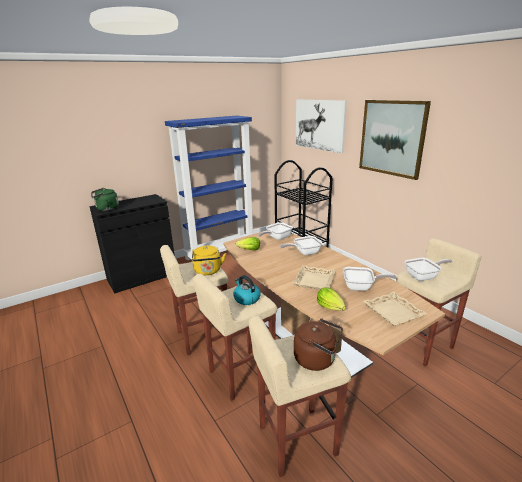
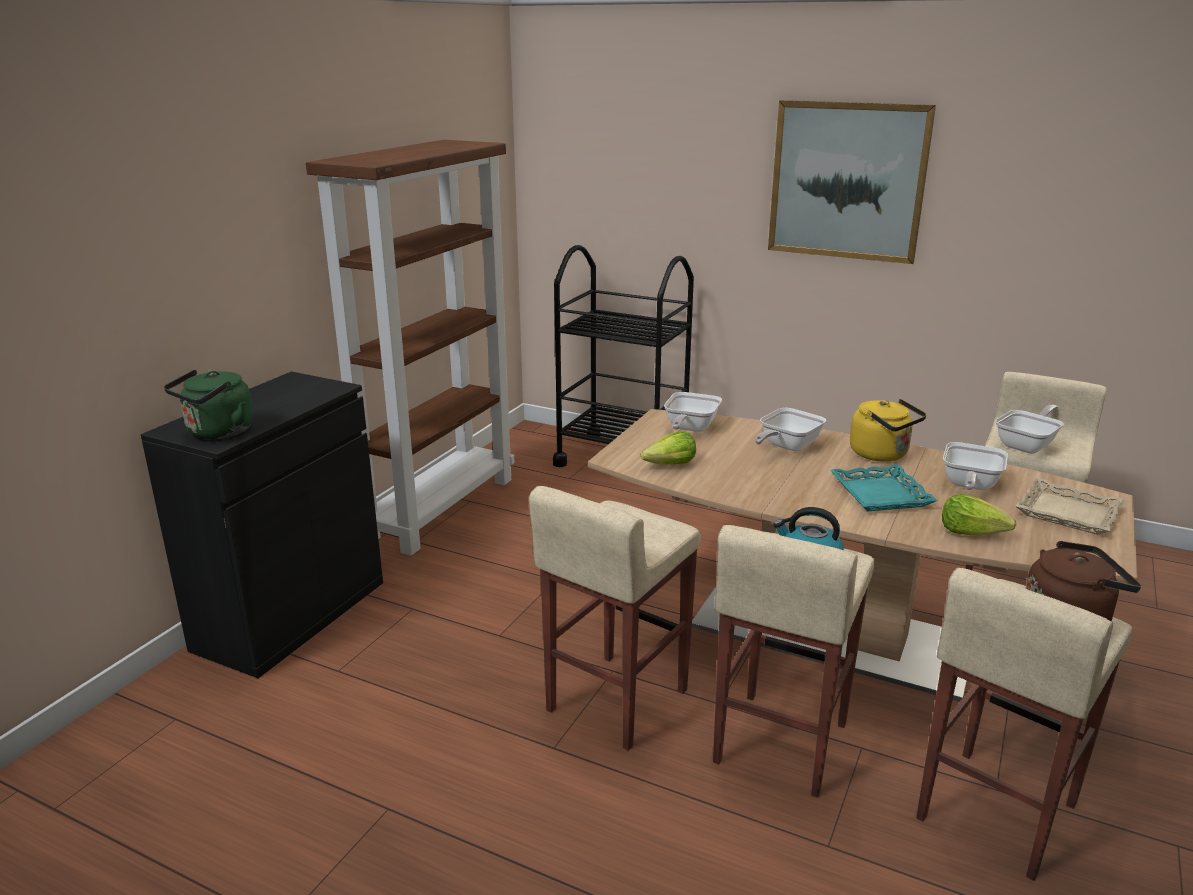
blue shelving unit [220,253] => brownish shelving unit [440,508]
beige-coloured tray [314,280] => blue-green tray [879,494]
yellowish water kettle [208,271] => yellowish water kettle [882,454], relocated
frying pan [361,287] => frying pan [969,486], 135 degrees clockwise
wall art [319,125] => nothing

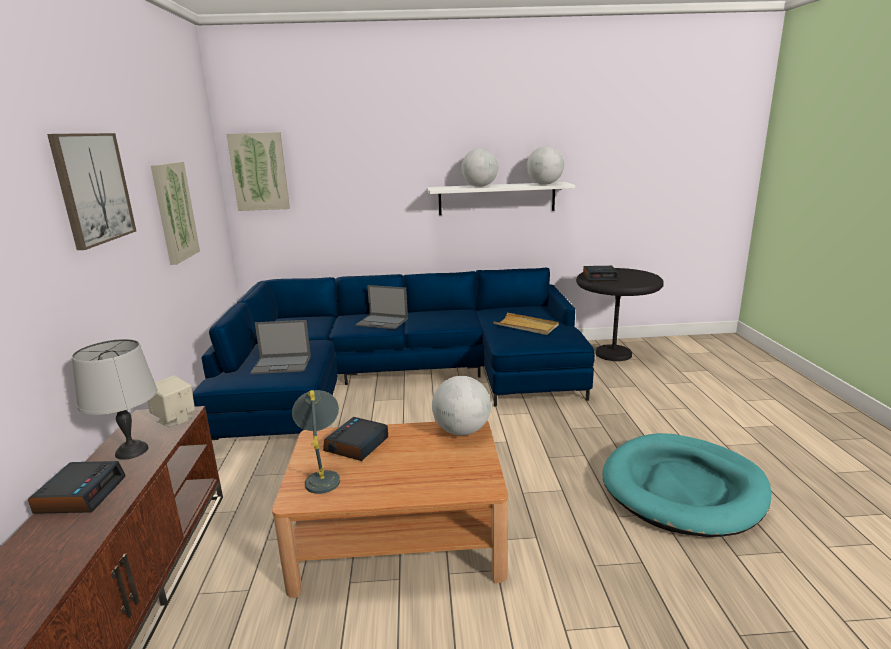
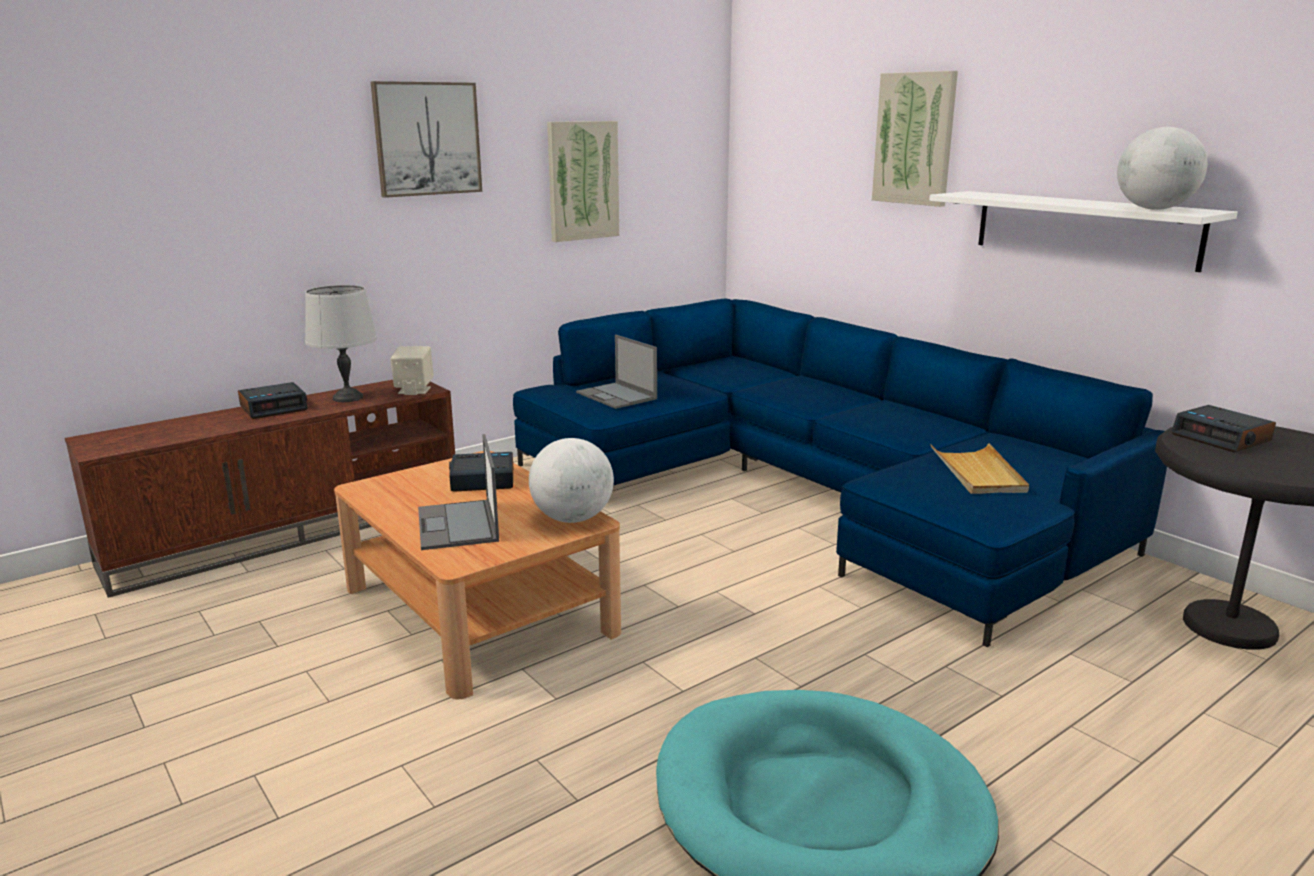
laptop [382,322] => laptop [458,525], relocated
wall art [259,172] => wall art [914,139], relocated
grey table lamp [323,475] => nothing
globe [479,186] => nothing

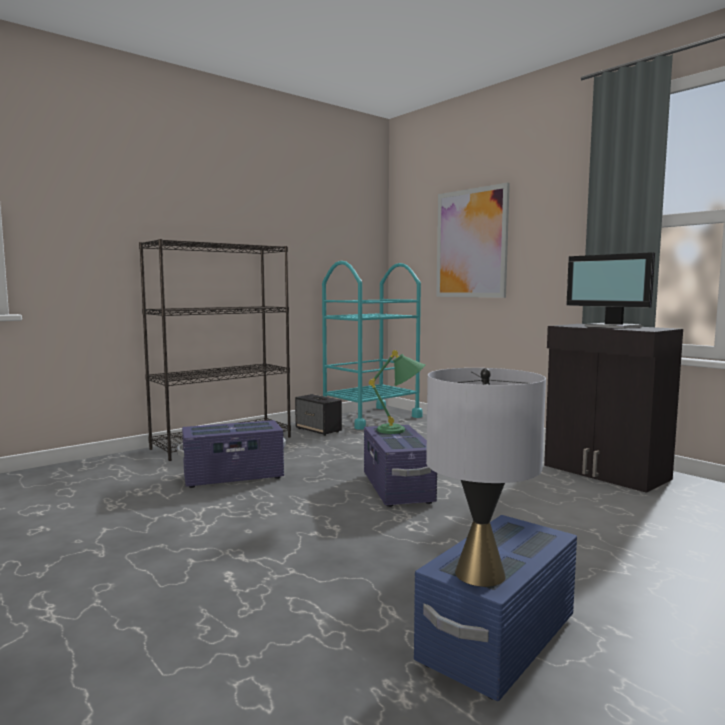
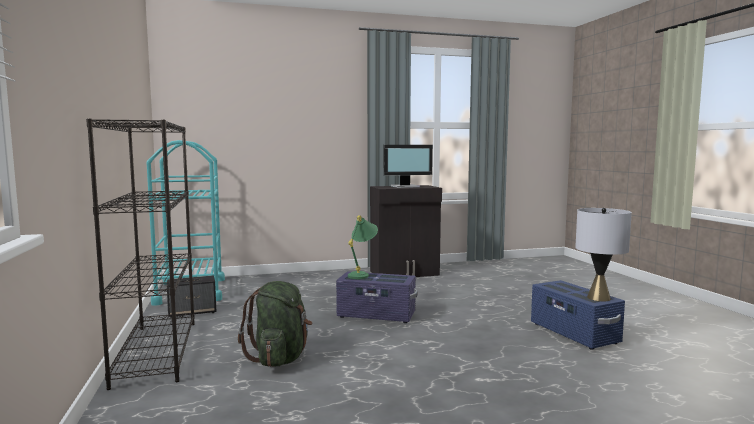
purplish storage container [233,477] => greenish rucksack [280,358]
wall art [471,243] => nothing

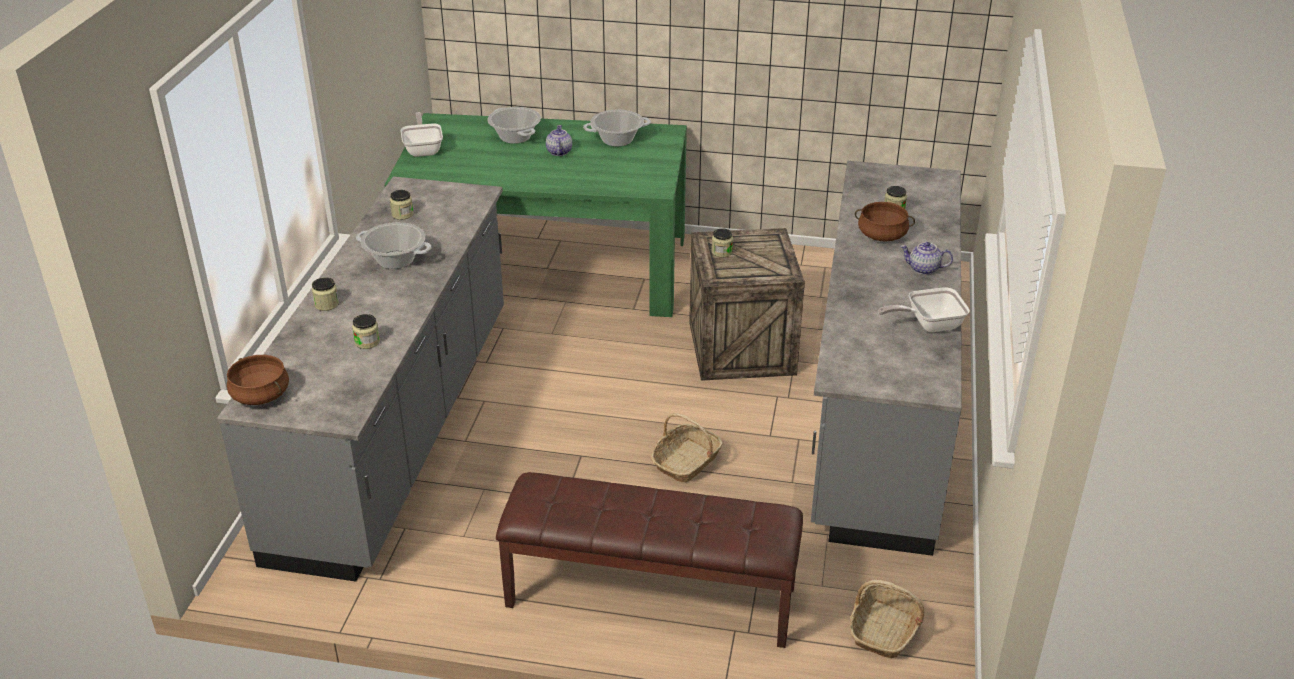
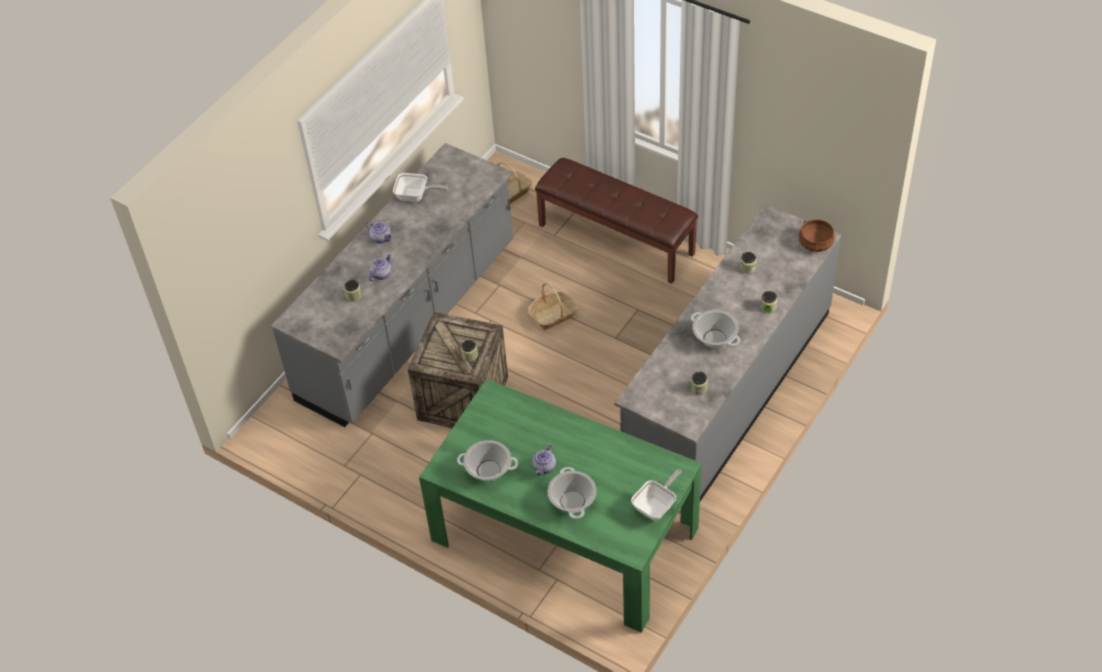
brownish cooking pot [882,235] => tea pot [381,274]
frying pan [423,149] => frying pan [657,506], 150 degrees counterclockwise

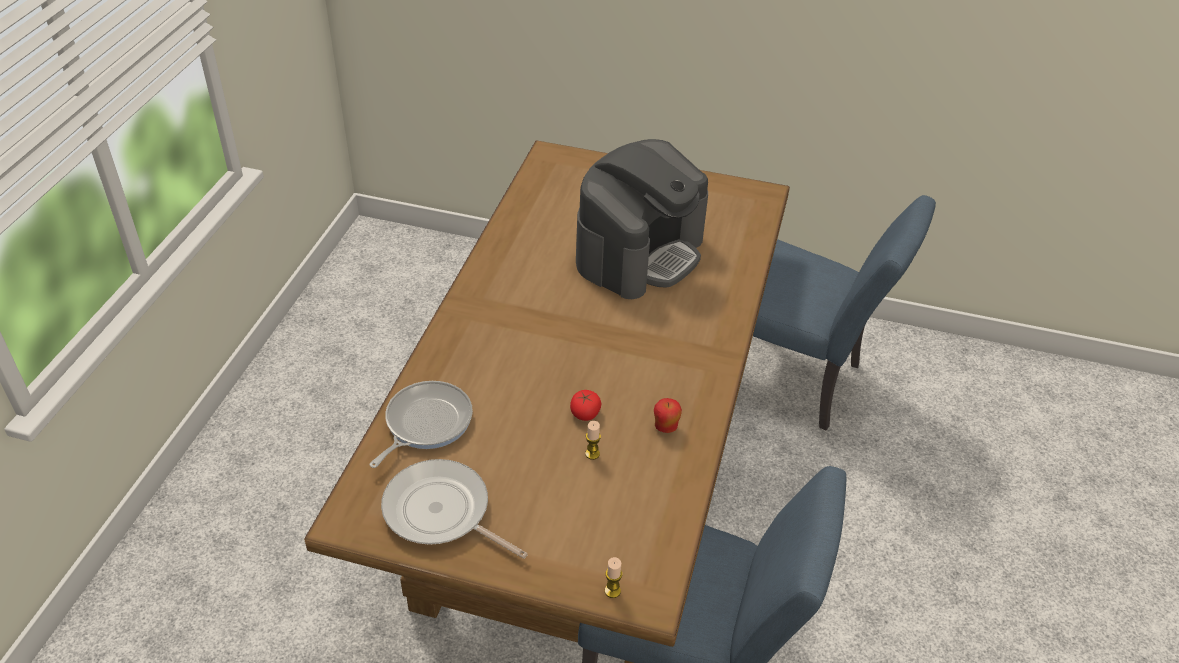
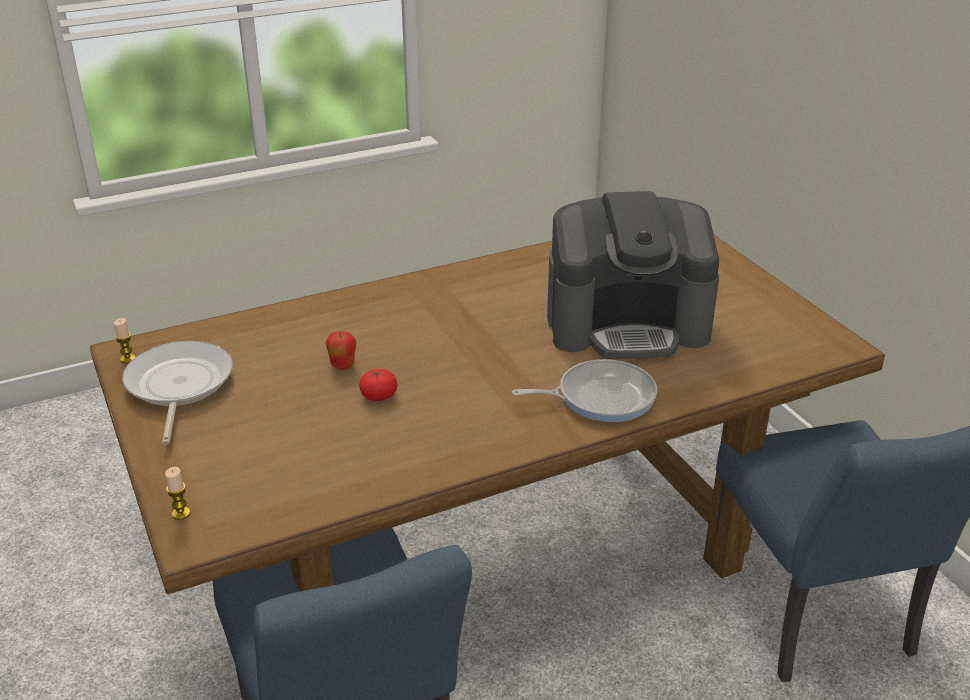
candle [592,454] => candle [128,359], relocated
apple fruit [665,427] => apple fruit [343,366], relocated
frying pan [425,423] => frying pan [600,397], relocated

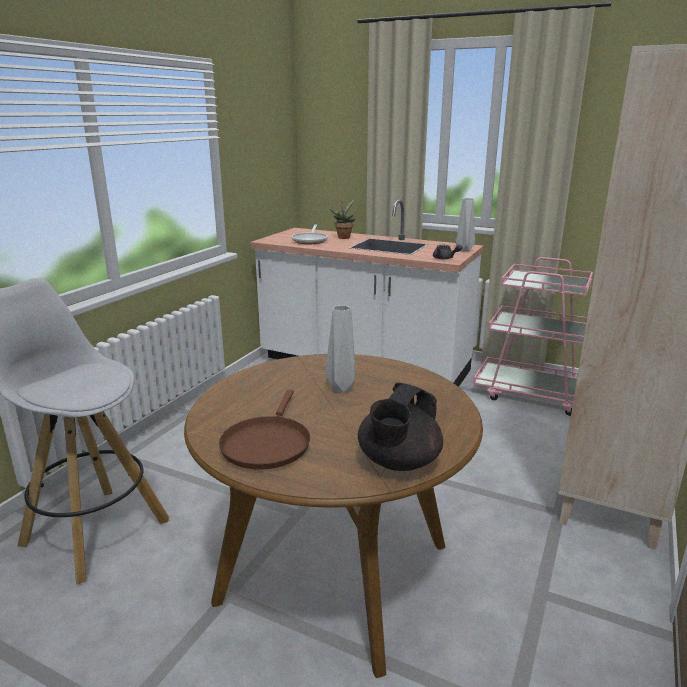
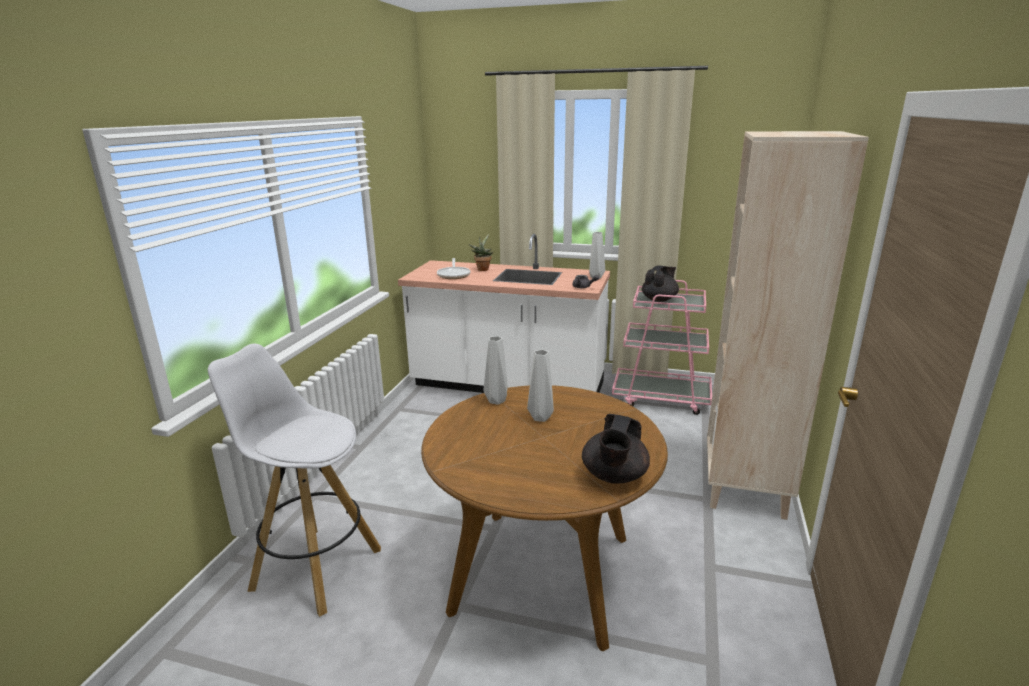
nothing => grey decorative vase [495,401]
nothing => black-coloured tea pot [659,300]
brownish frying pan [266,444] => nothing

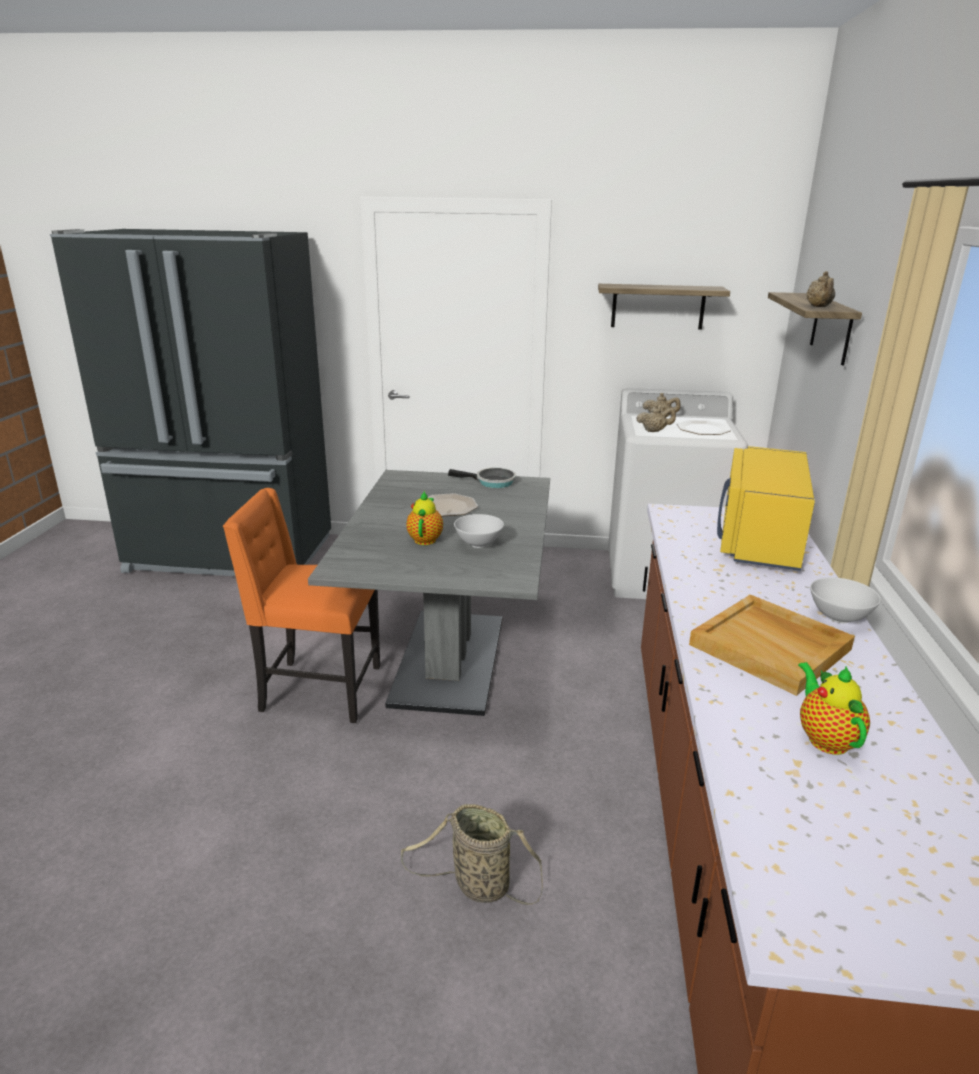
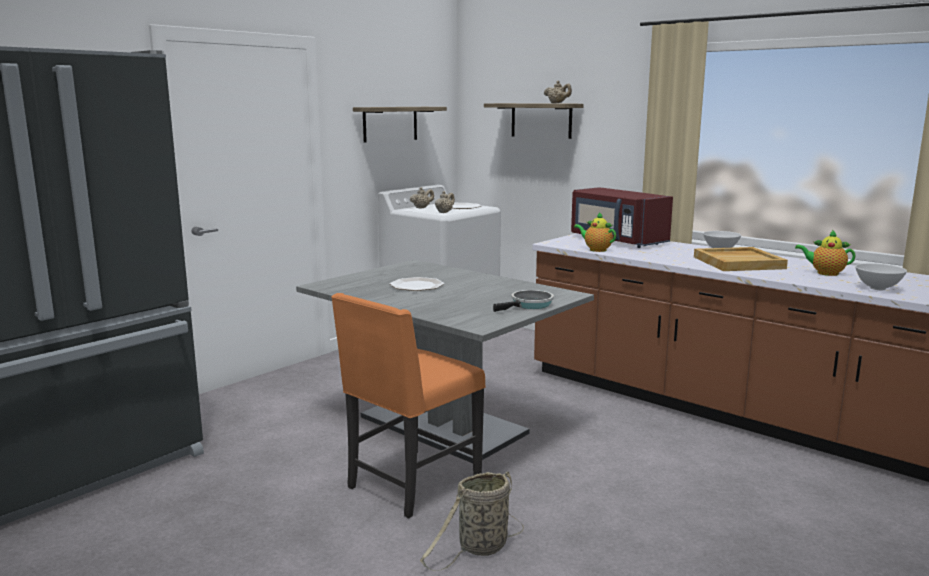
storage basket [477,885] => storage basket [480,548], relocated
frying pan [492,482] => frying pan [529,305], relocated
yellowish microwave oven [758,539] => red-coloured microwave oven [616,240]
tea pot [425,539] => tea pot [596,250], relocated
whitish bowl [478,545] => whitish bowl [878,288], relocated

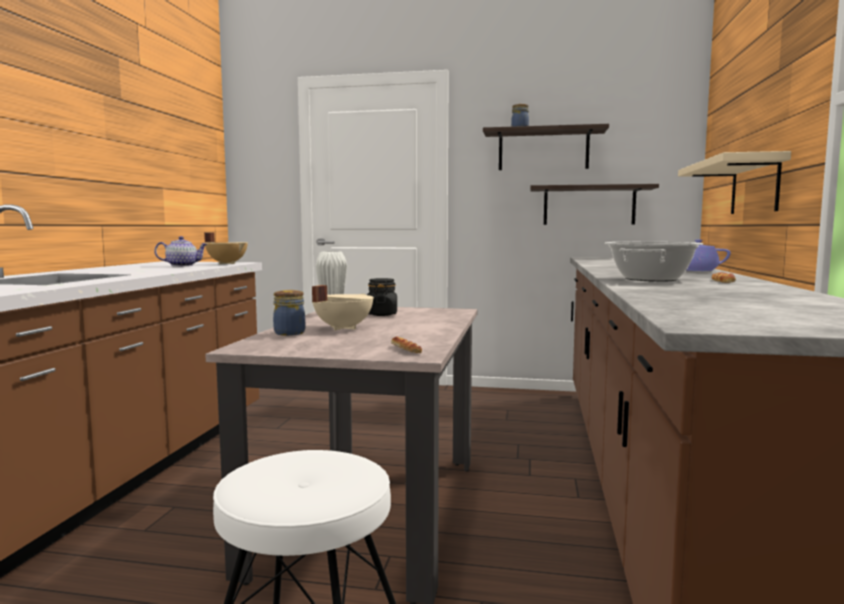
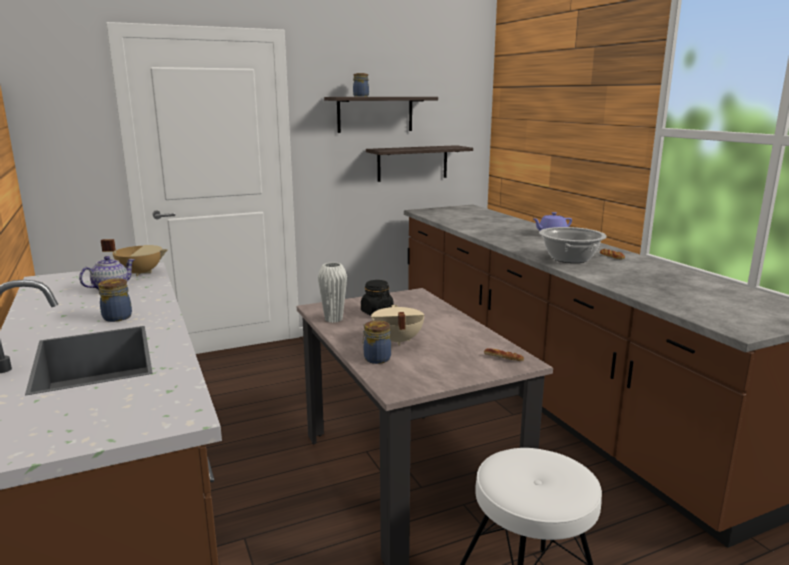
nothing => preserve jar [116,317]
beige-coloured wall shelf [754,187] => nothing

